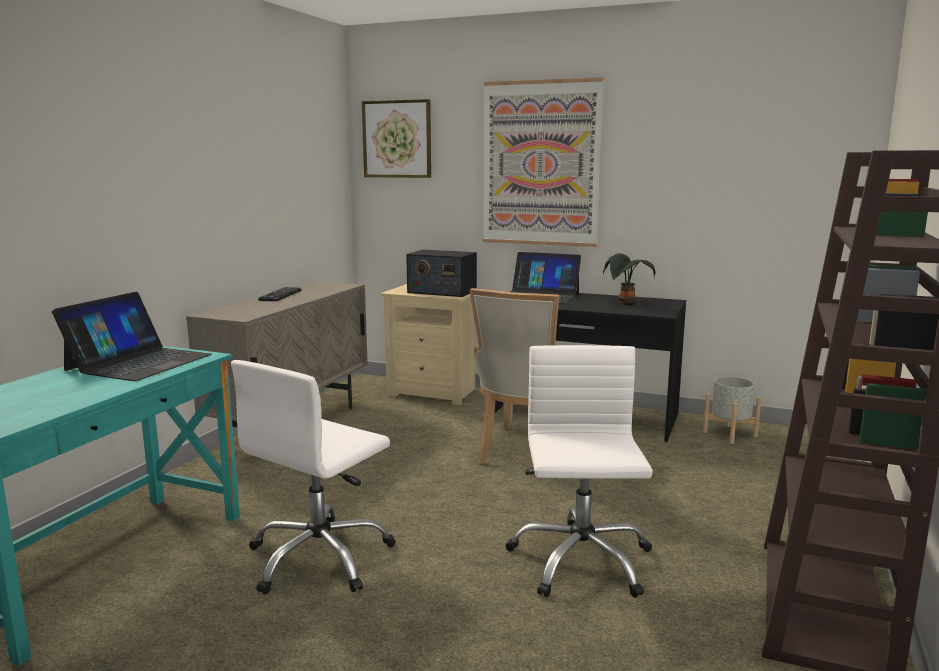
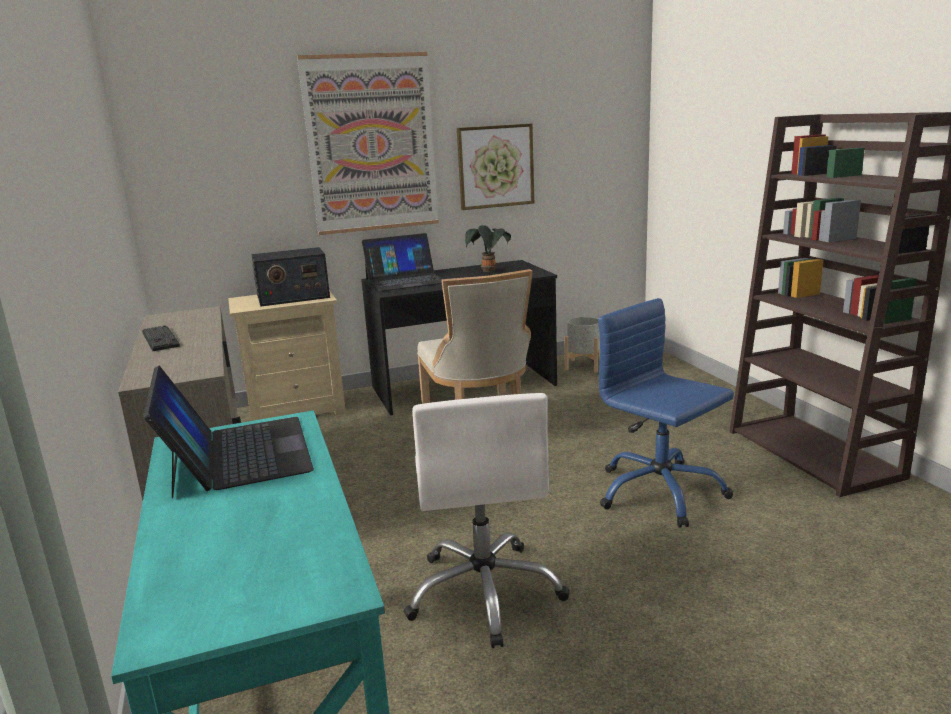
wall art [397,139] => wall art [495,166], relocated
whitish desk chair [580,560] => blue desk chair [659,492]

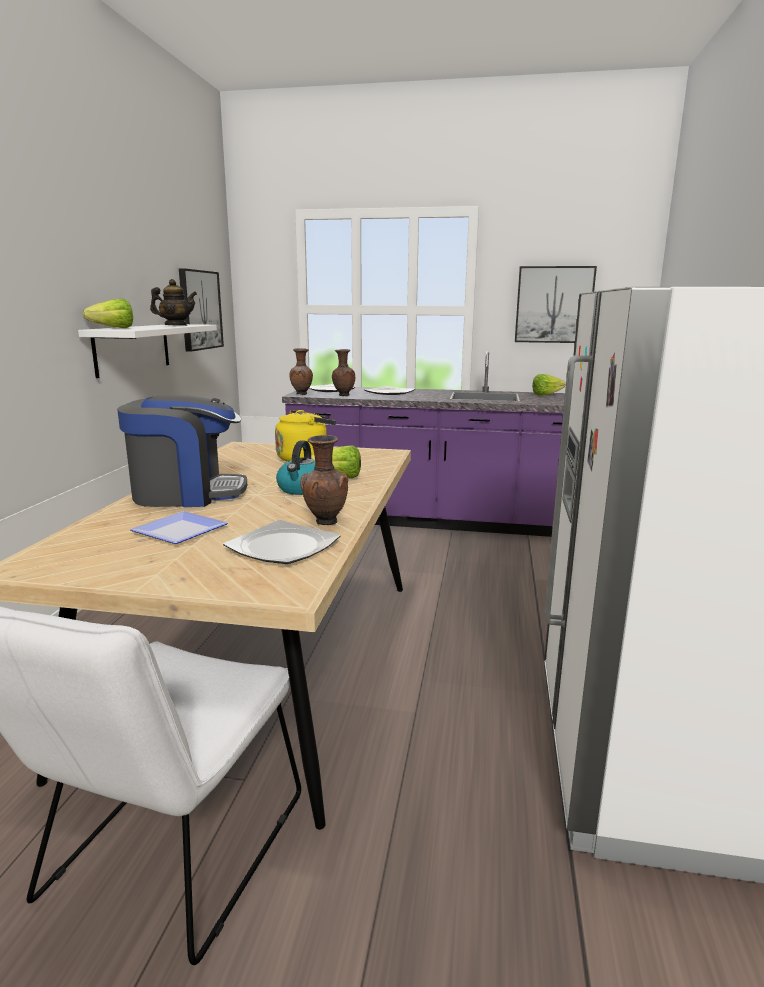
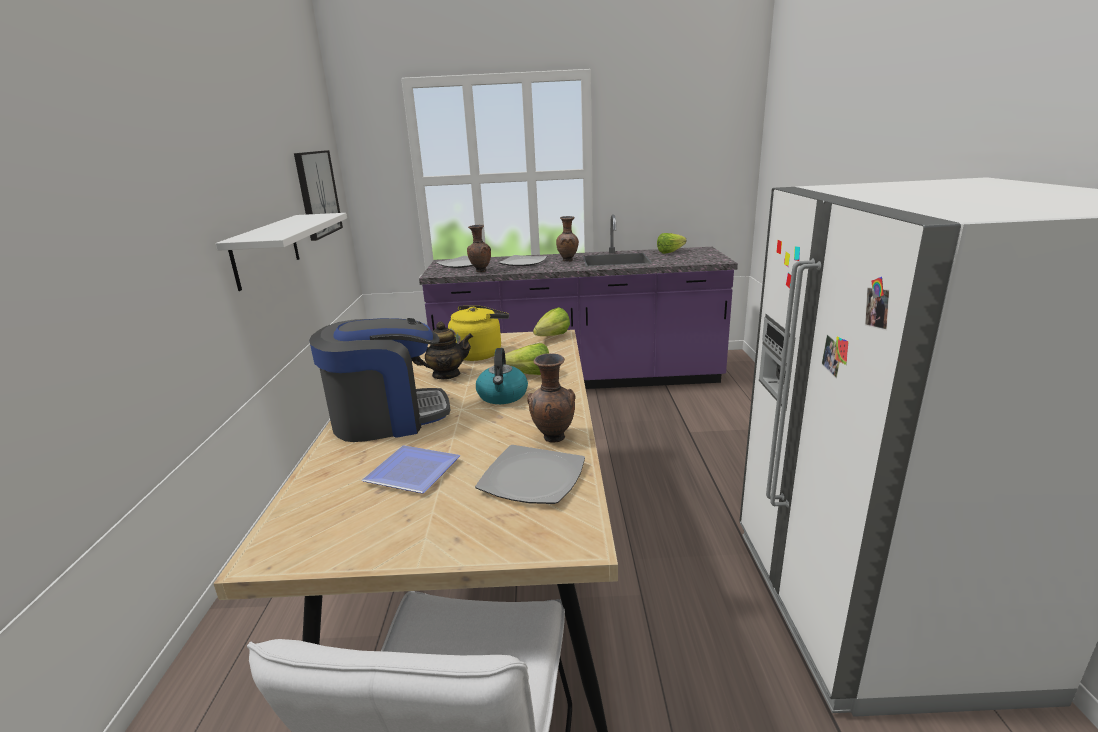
tea pot [176,325] => tea pot [446,375], relocated
head of lettuce [109,328] => head of lettuce [549,338], relocated
brownish decorative vase [302,394] => brownish decorative vase [568,260], relocated
wall art [554,305] => nothing

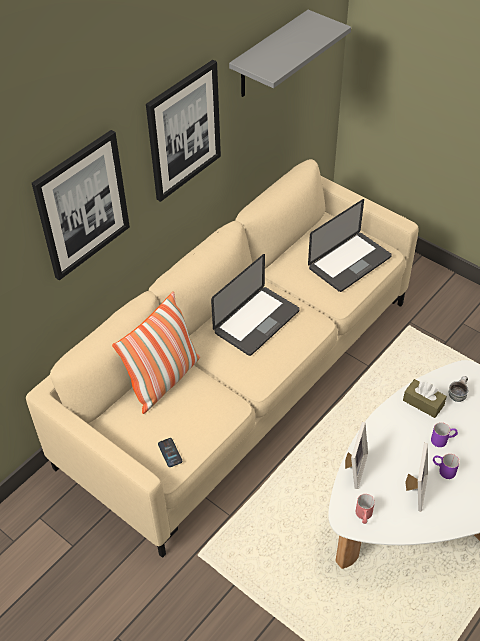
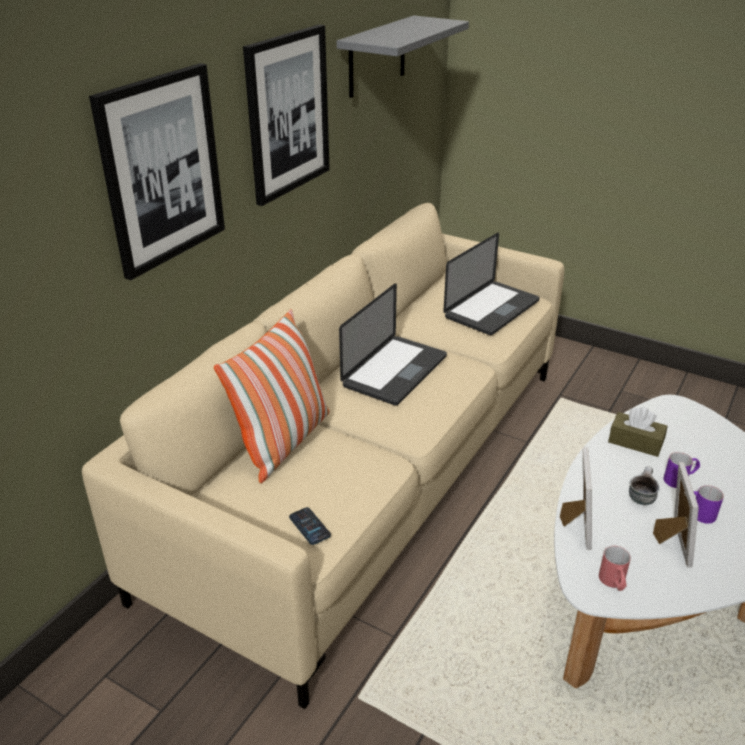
coffee mug [457,394] => coffee mug [640,496], relocated

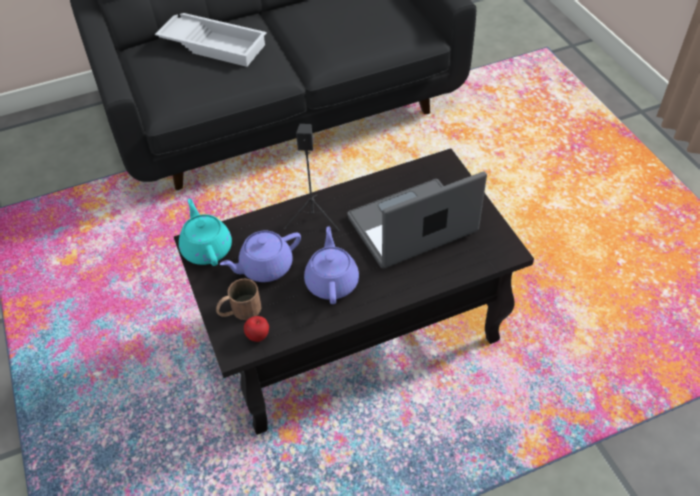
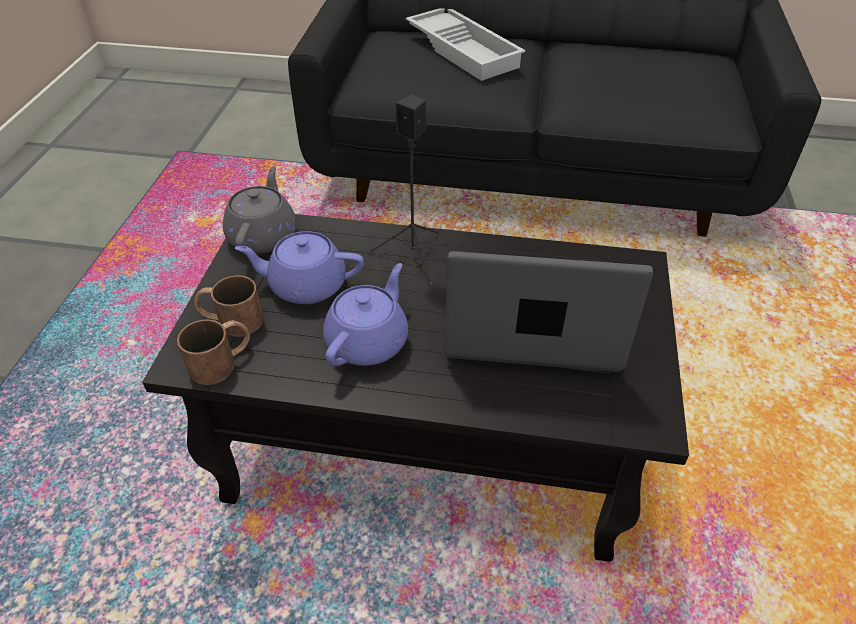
apple fruit [258,336] => brownish coffee mug [222,361]
blue-green tea pot [207,248] => grey tea pot [263,236]

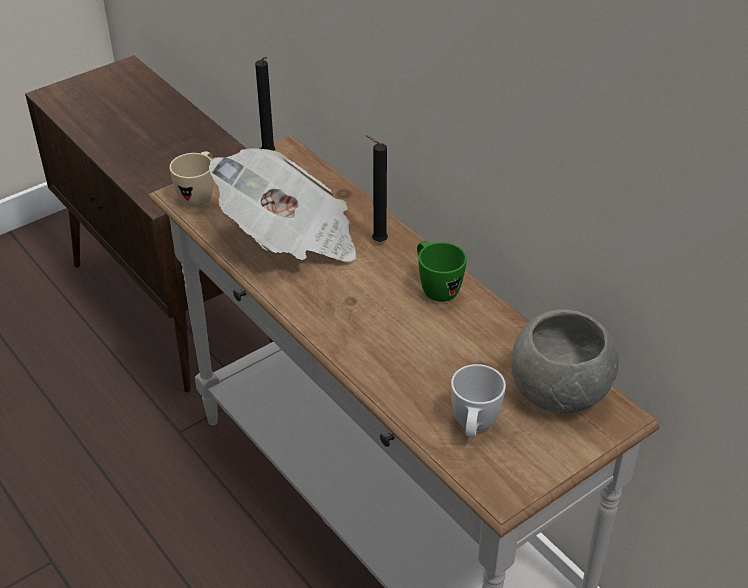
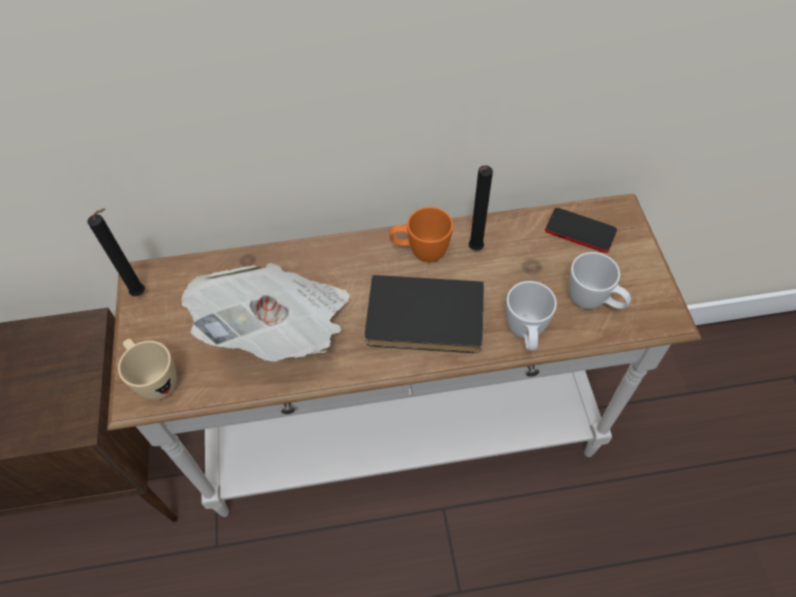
nothing => black-coloured bound book [425,320]
greenish coffee mug [435,288] => orange coffee mug [420,252]
black-coloured candle [377,241] => black-coloured candle [474,250], relocated
nothing => whitish coffee mug [525,335]
grey bowl [560,391] => telephone [580,231]

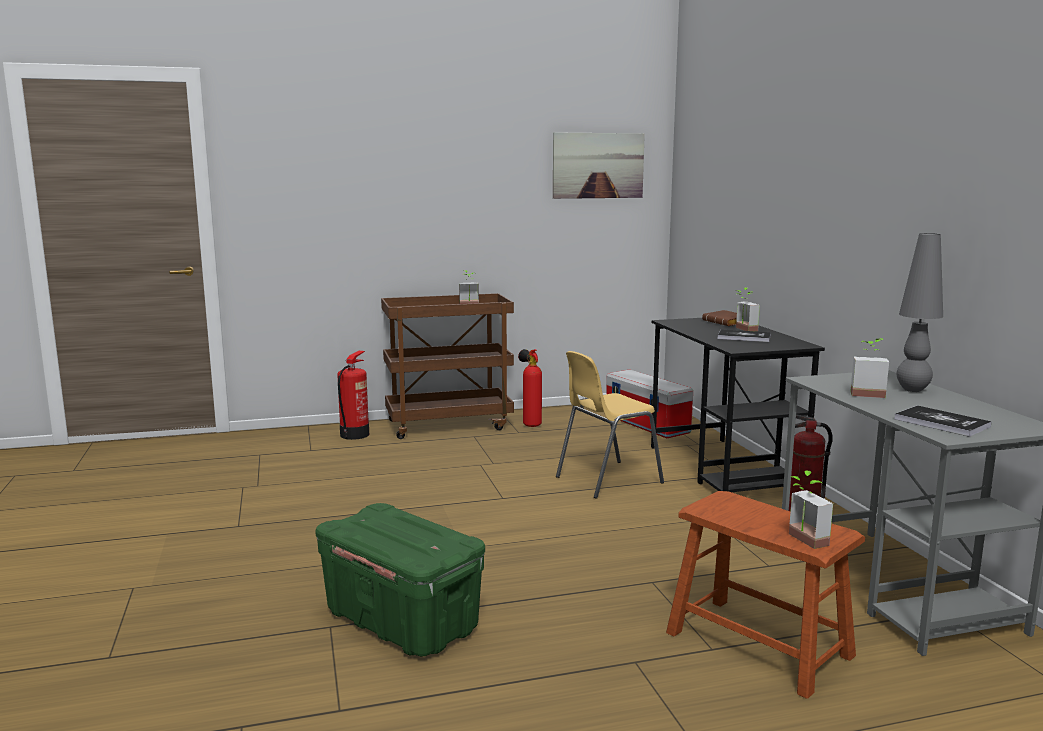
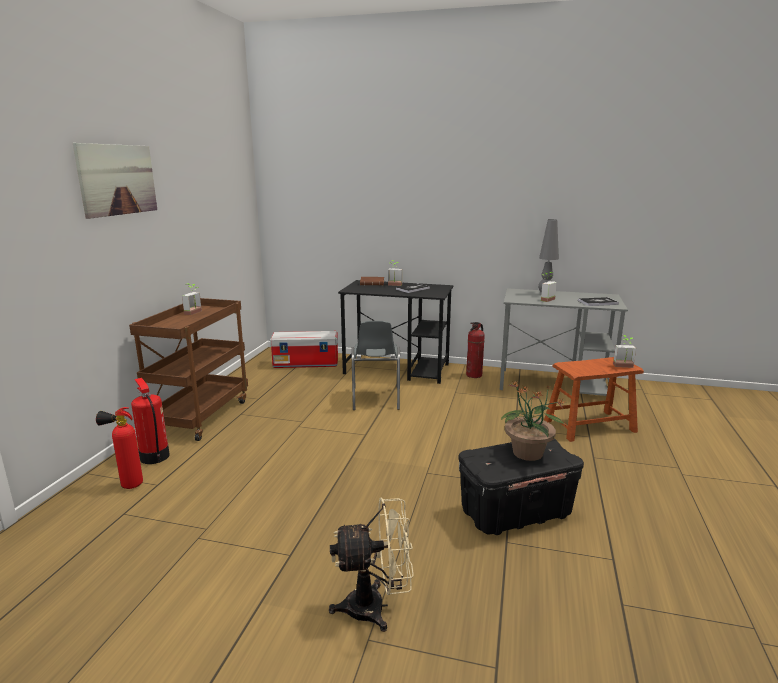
wall art [598,165] => wall art [117,179], relocated
fire extinguisher [530,424] => fire extinguisher [127,485], relocated
nothing => beige-coloured electric fan [375,607]
yellowish chair [607,480] => grey chair [375,399]
greenish storage container [403,621] => black-coloured storage container [516,512]
nothing => potted plant [528,453]

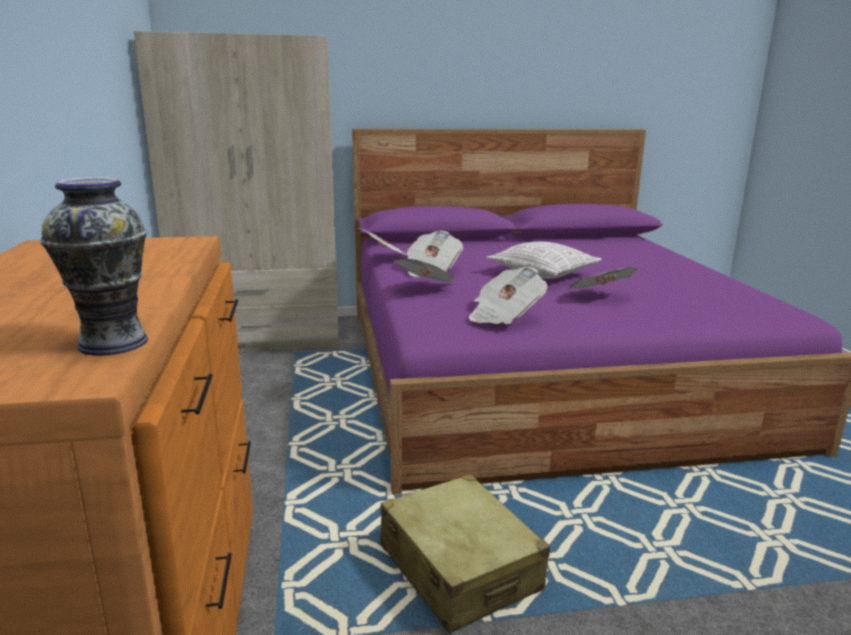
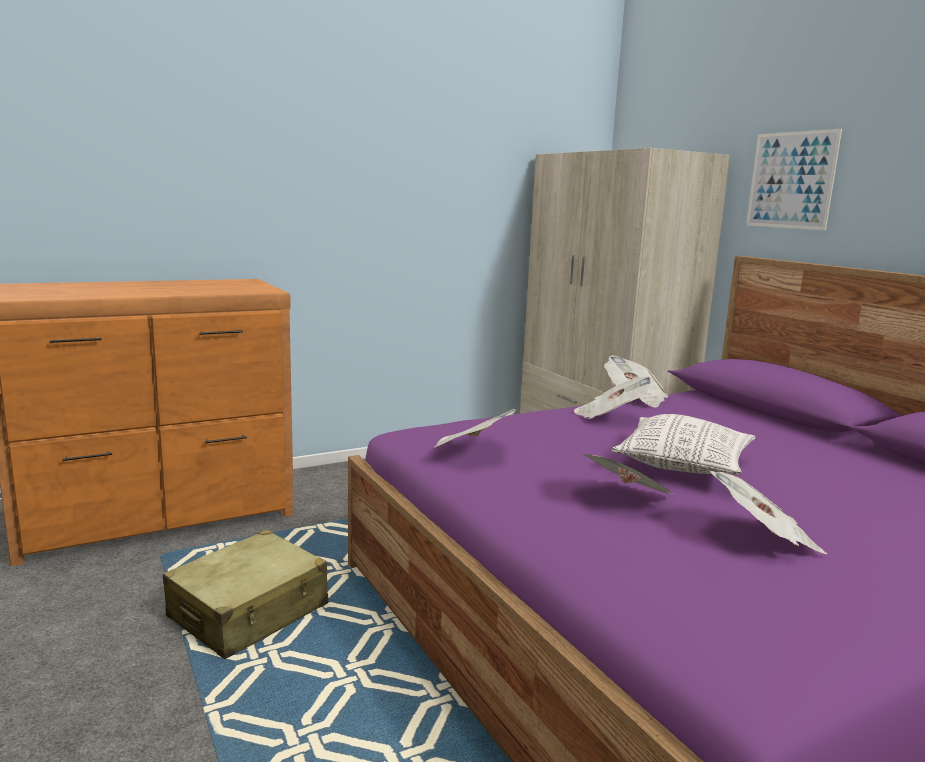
daily paper [427,288] => daily paper [763,539], relocated
nothing => wall art [791,180]
decorative vase [114,343] => nothing

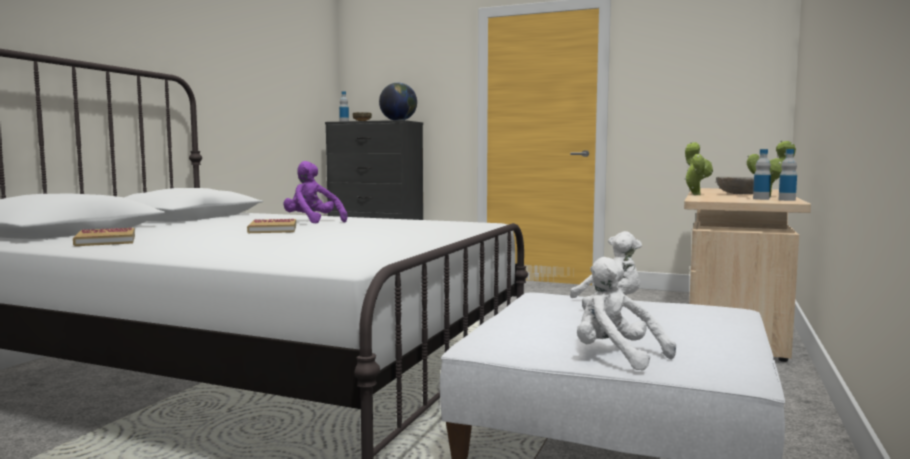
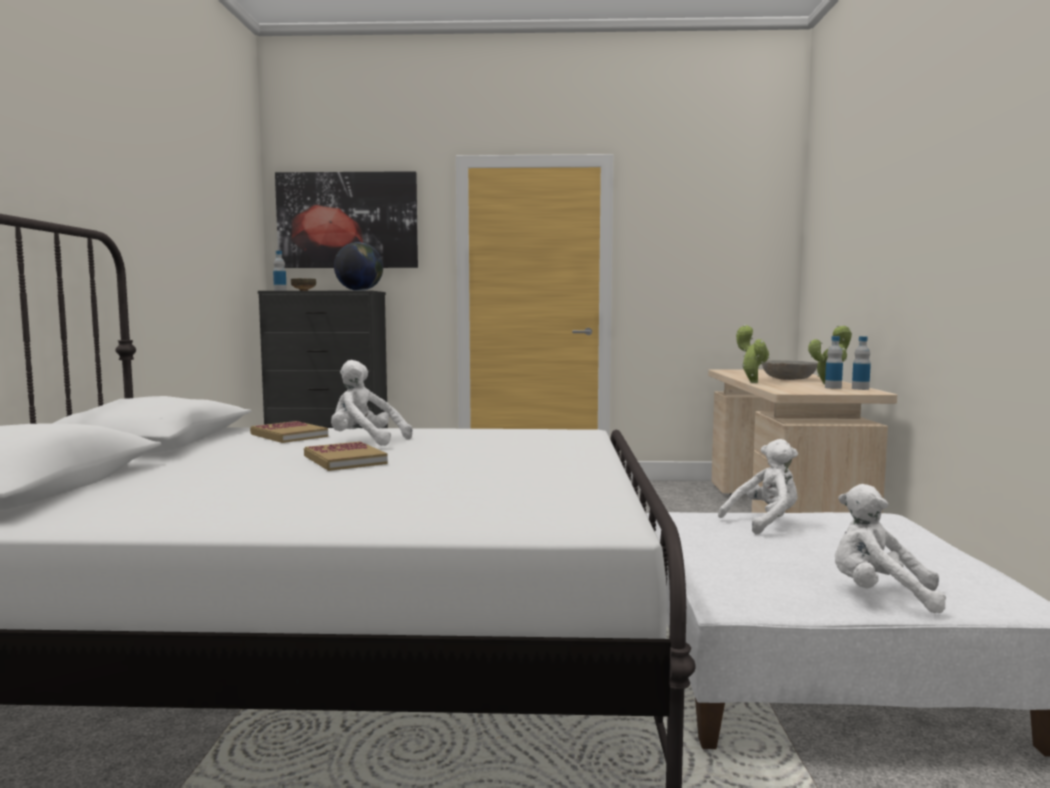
bound book [106,240] => bound book [289,435], relocated
nothing => wall art [347,220]
purplish cuddly toy [312,222] => whitish cuddly toy [365,441]

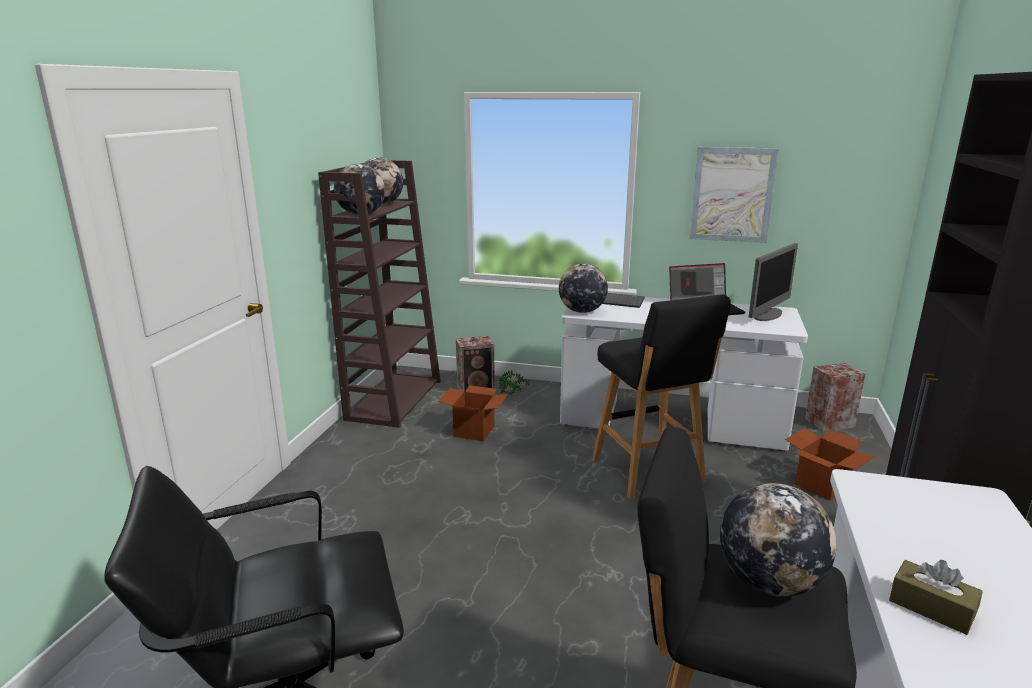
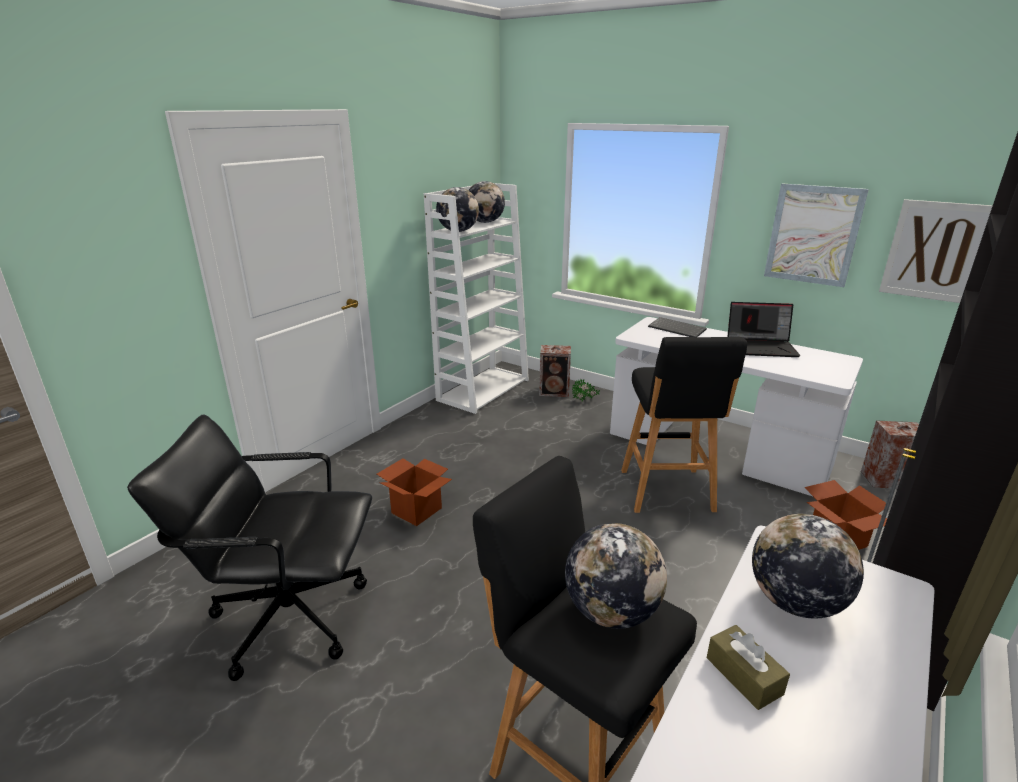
packing box [474,431] => packing box [416,510], relocated
brownish shelving unit [394,399] => whitish shelving unit [483,389]
globe [582,311] => globe [795,602], relocated
nothing => wall art [936,251]
monitor [768,315] => nothing

